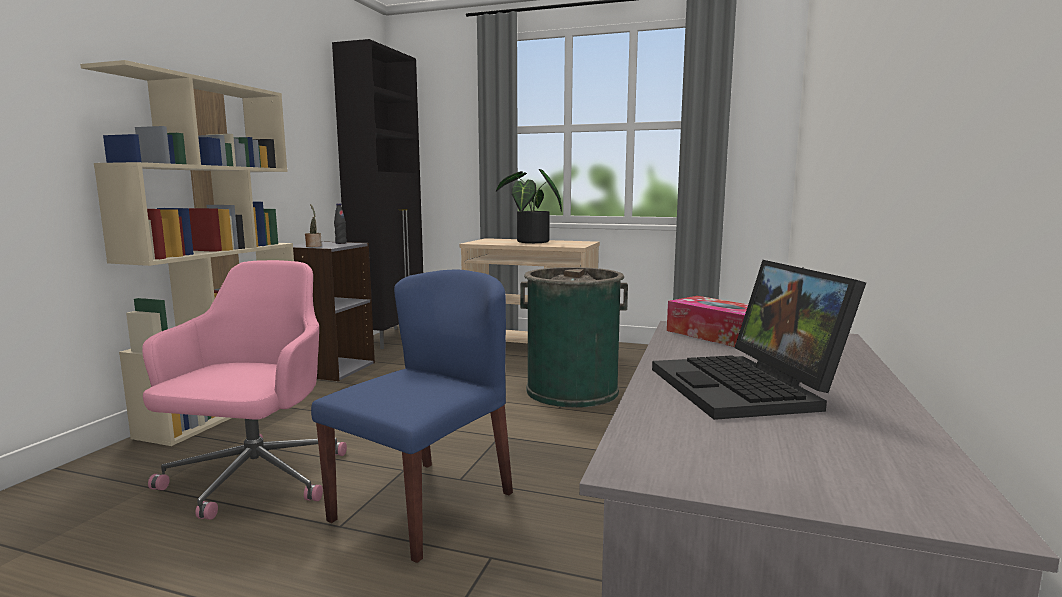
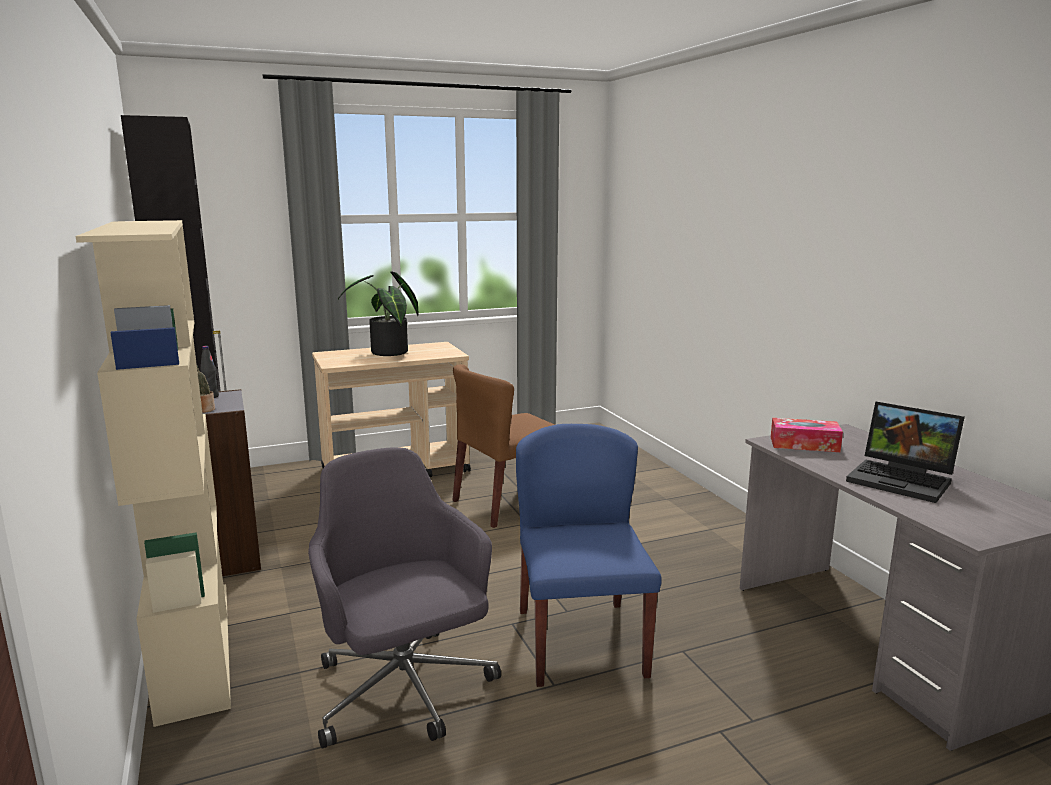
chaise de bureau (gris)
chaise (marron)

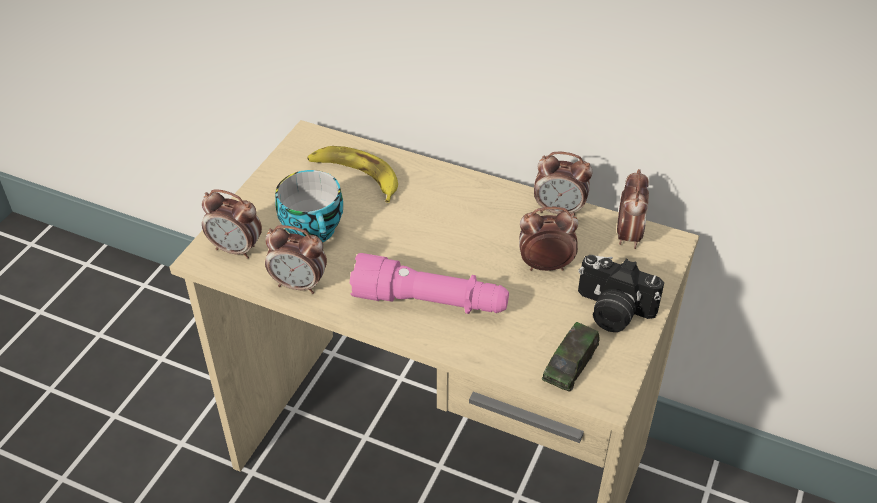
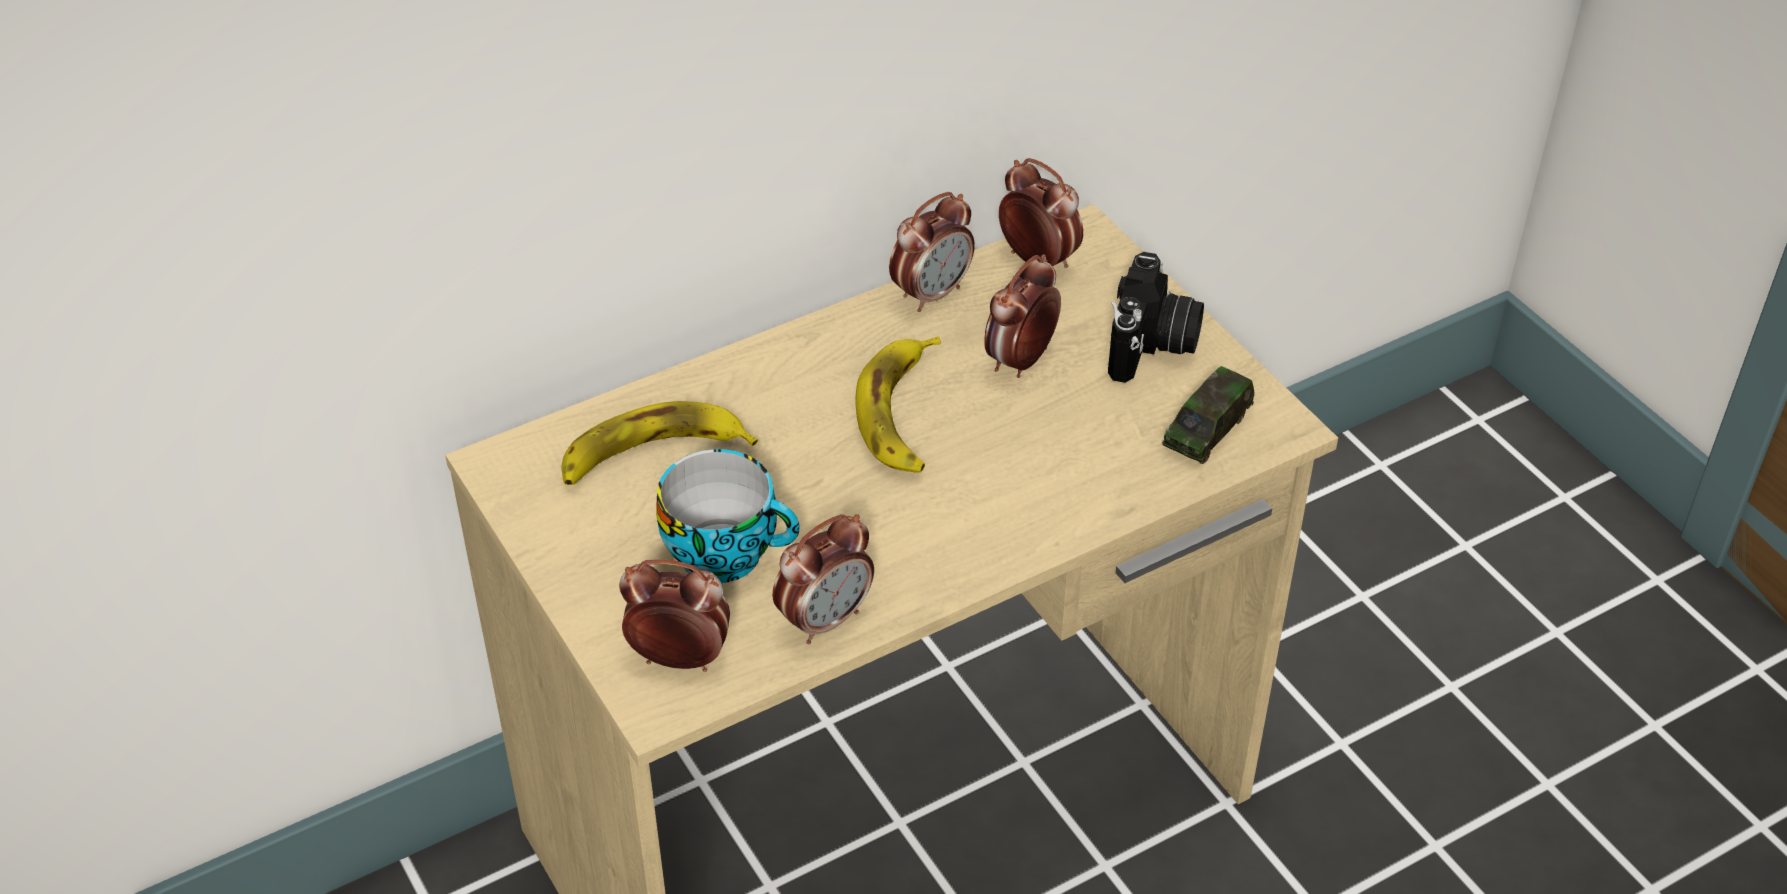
réveil (1st from left)
banane (2nd from left)
appareil photo
petite voiture
lampe de poche (rose)

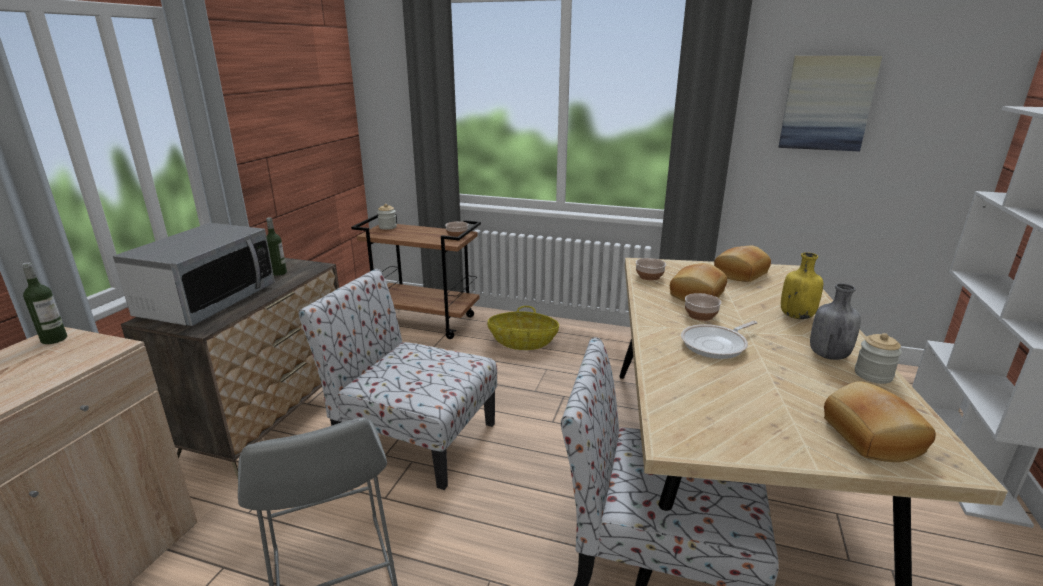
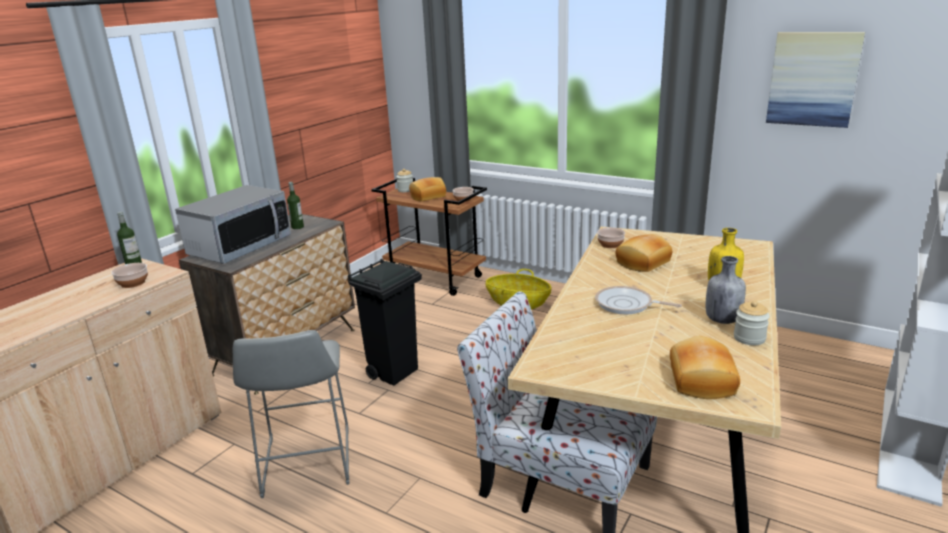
bol (1st from left)
poubelle (noir)
pain (1st from left)
poêle

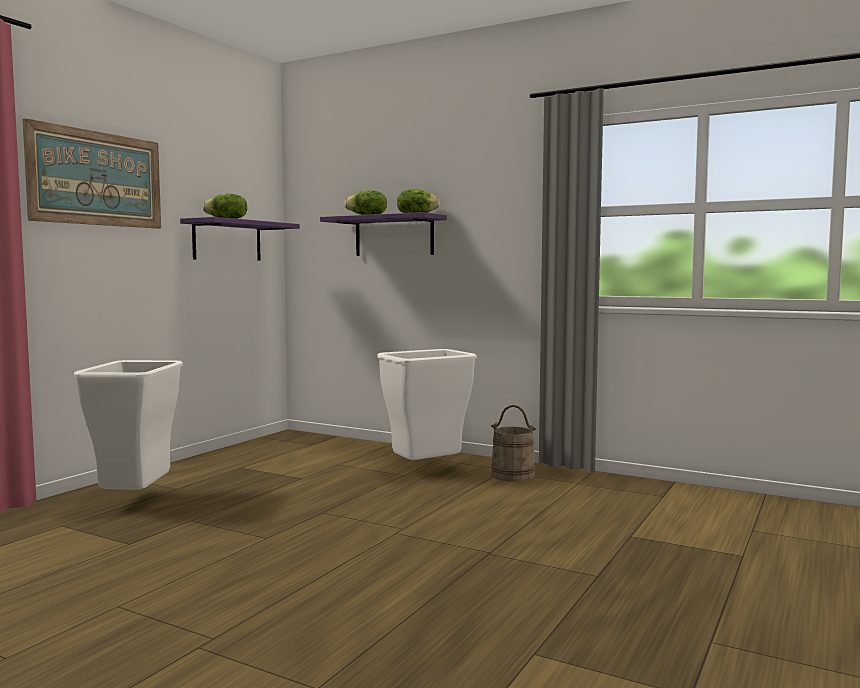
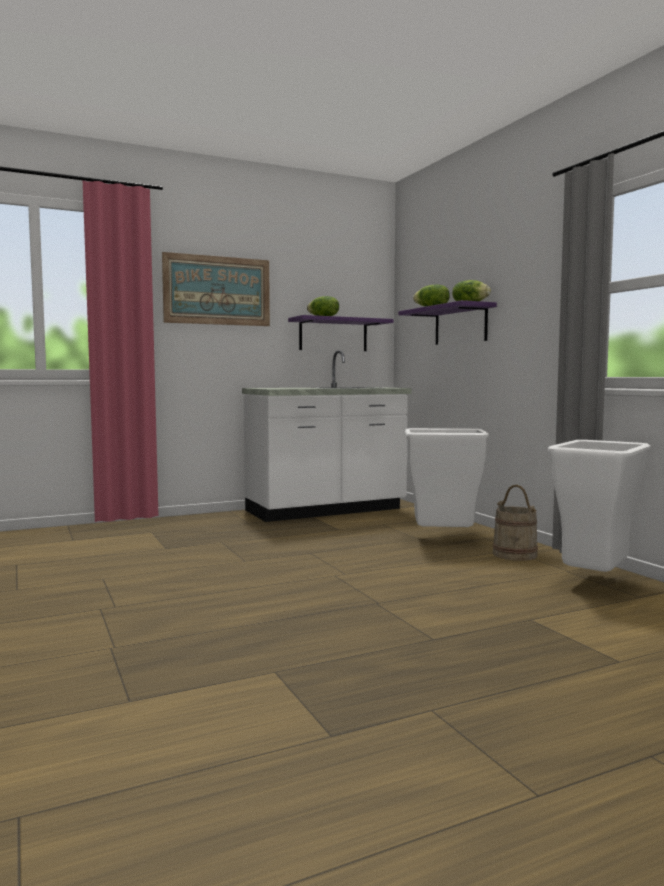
comptoir de cuisine (blanc)
poubelle (blanc) (2nd from left)

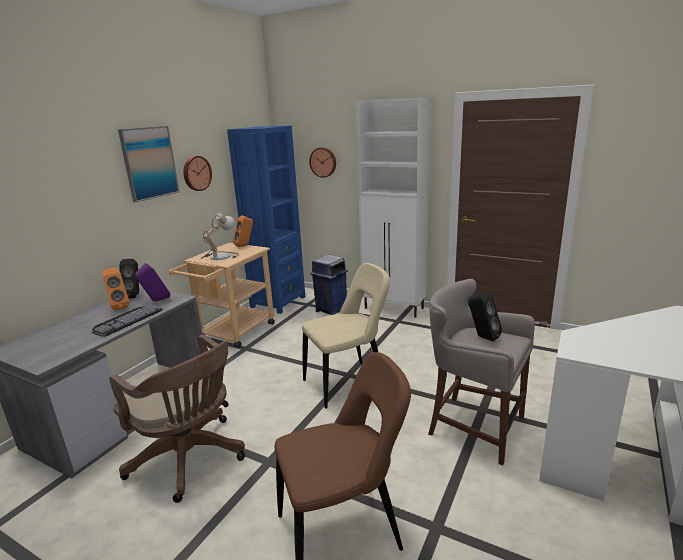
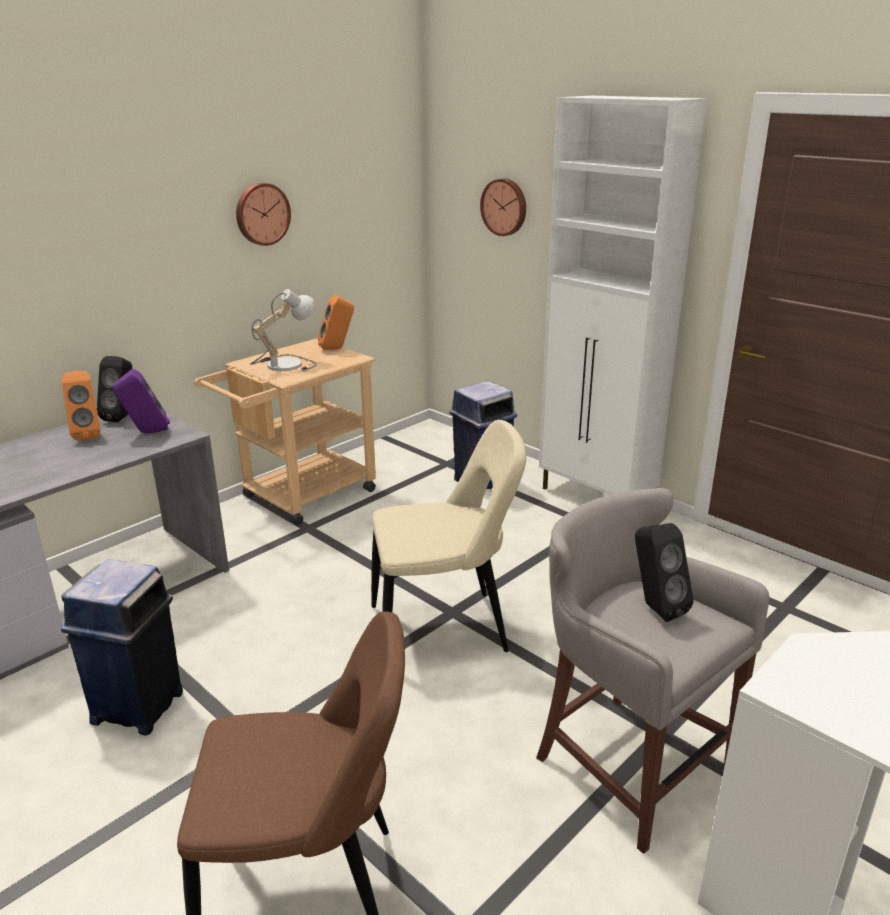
poubelle (bleu) (1st from left)
clavier
tableau
bibliothèque (bleu)

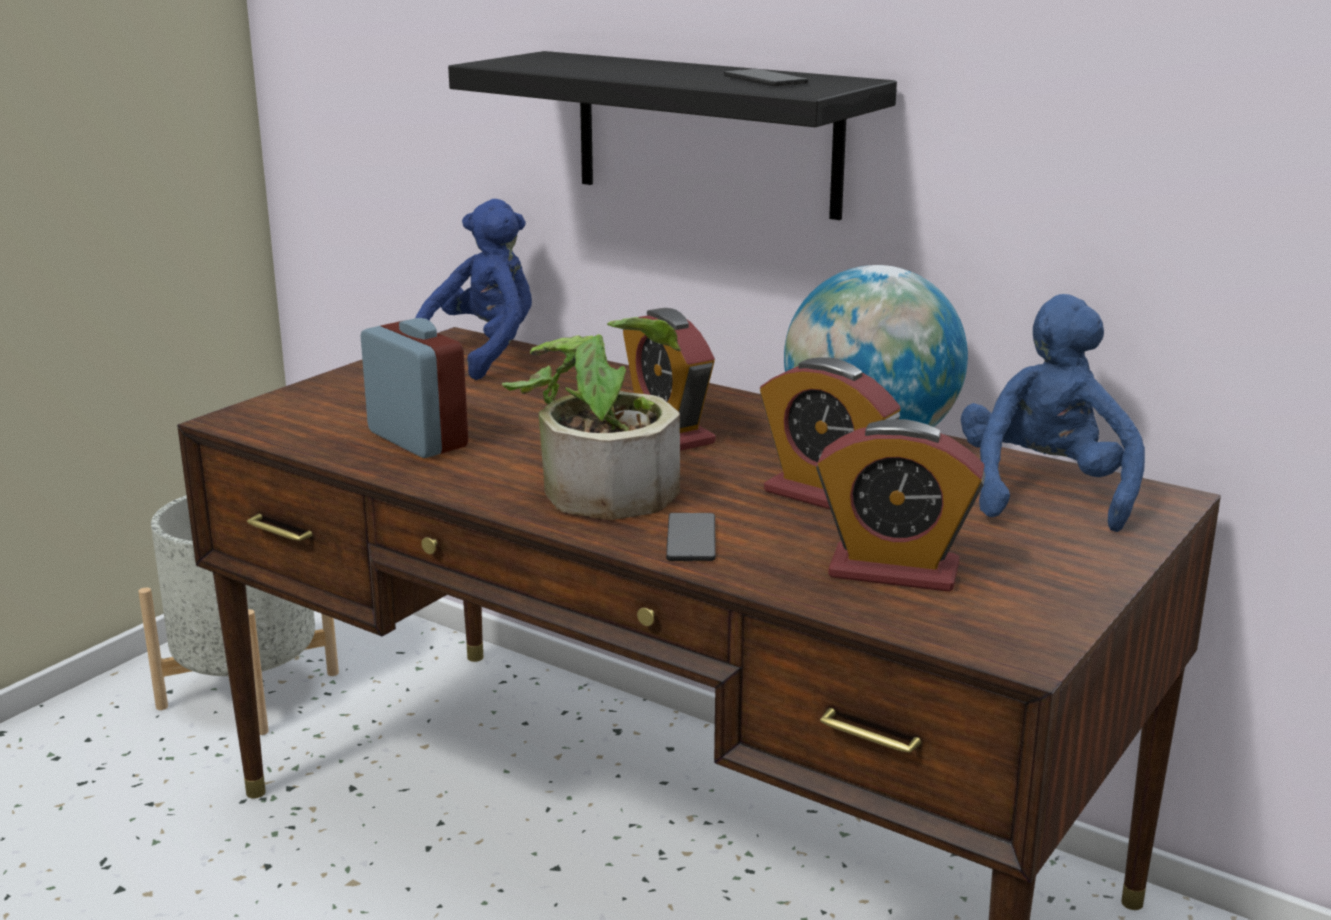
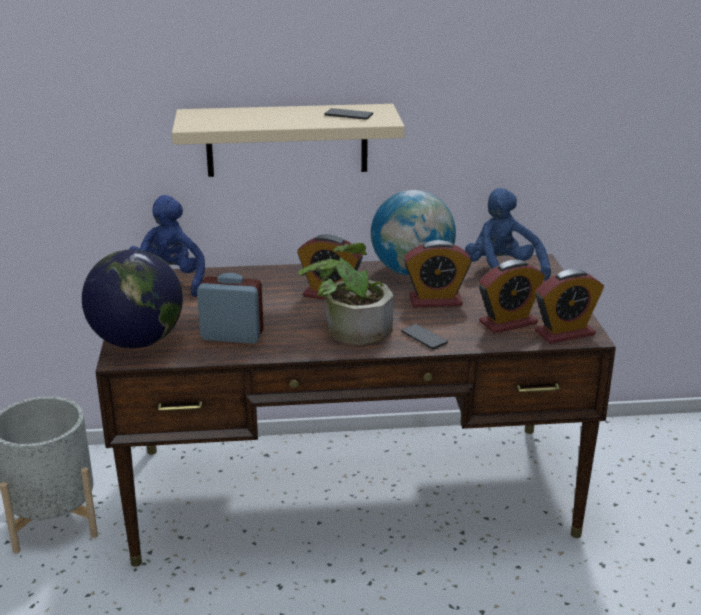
globe (1st from left)
étagère (beige)
réveil (5th from left)

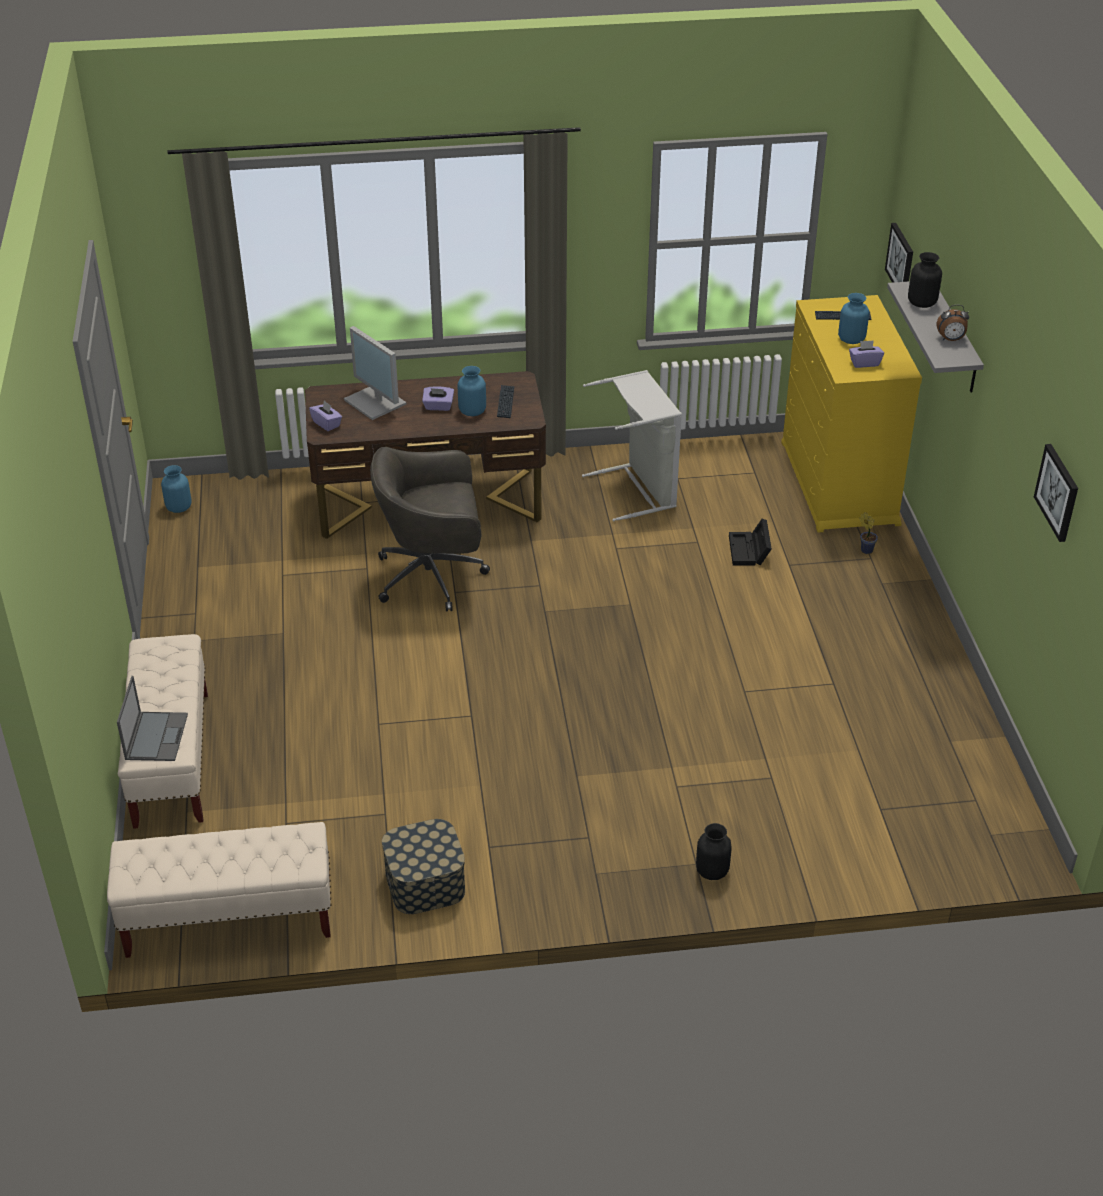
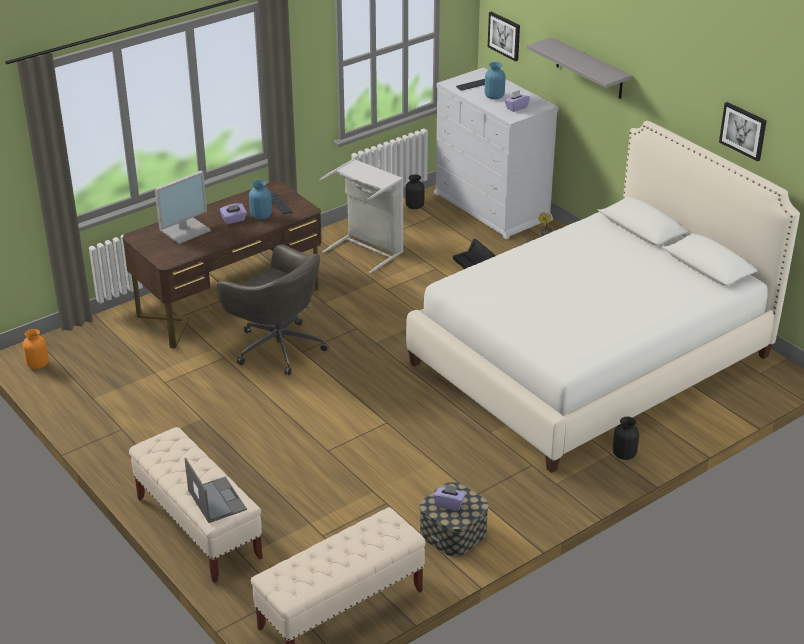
vase (orange)
écran d'ordinateur
chaise de bureau (gris)
vase (noir) (1st from left)
lit (blanc)
boîte à mouchoirs (violet) (2nd from left)
commode (blanc)
réveil

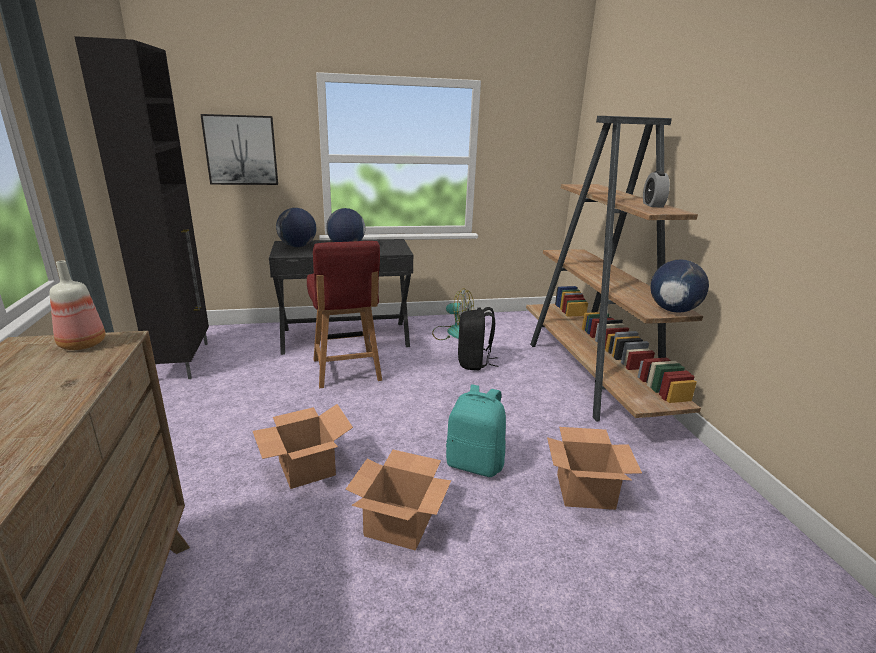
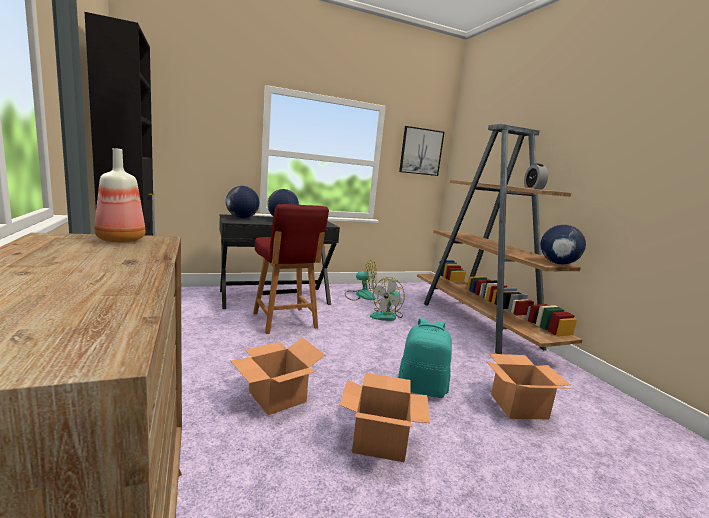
ventilateur (2nd from left)
tableau

